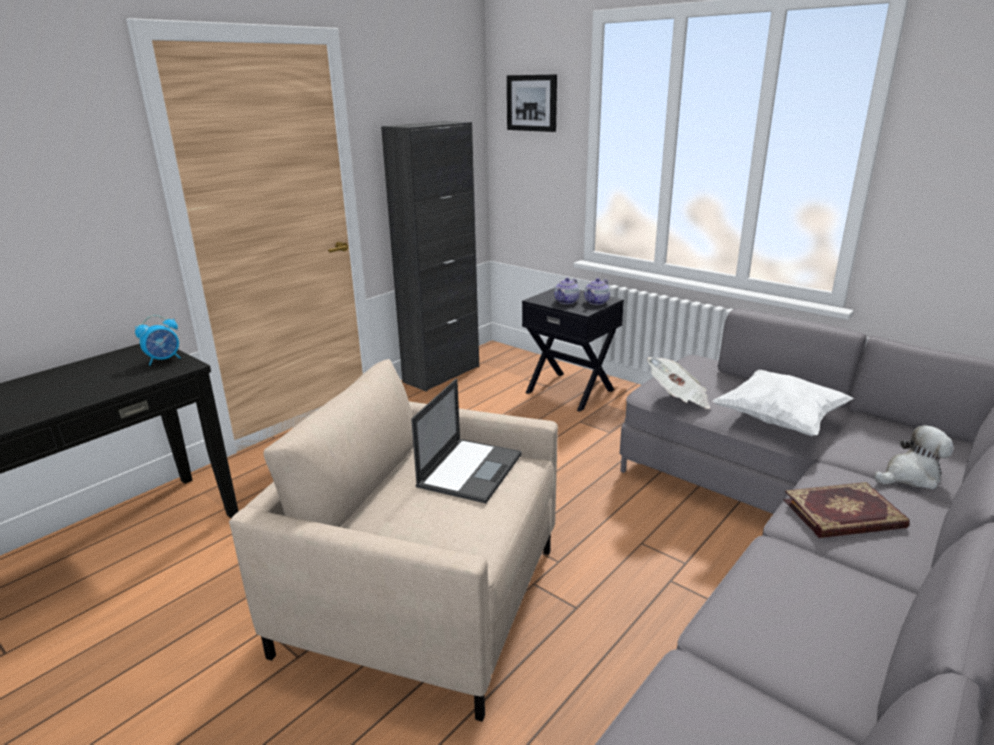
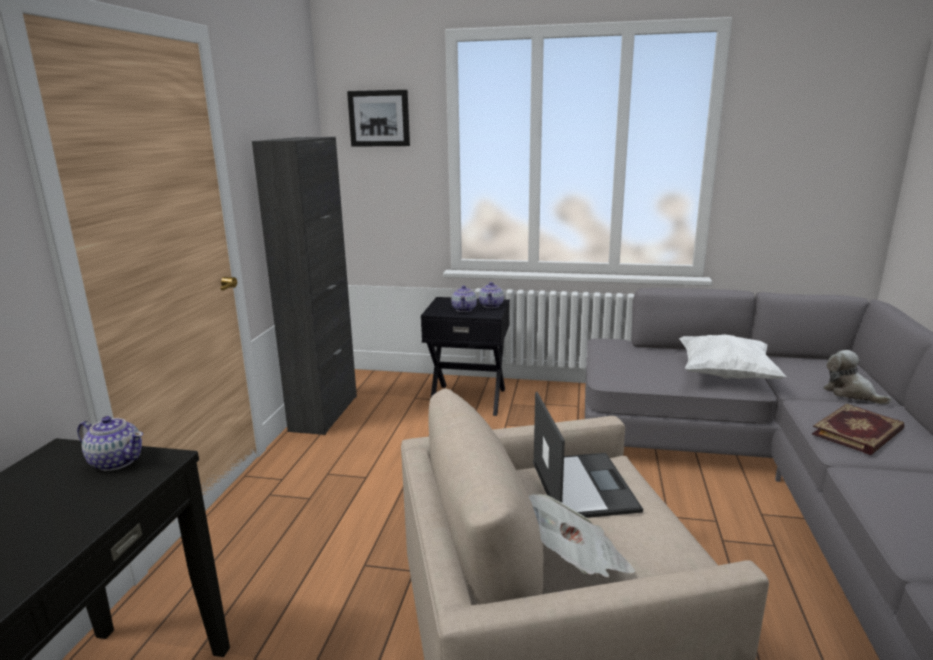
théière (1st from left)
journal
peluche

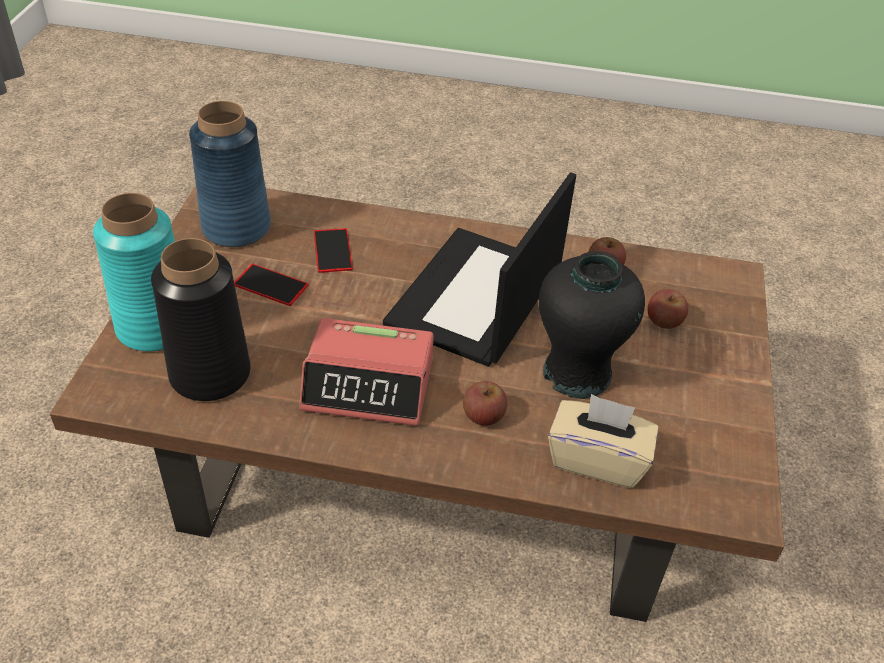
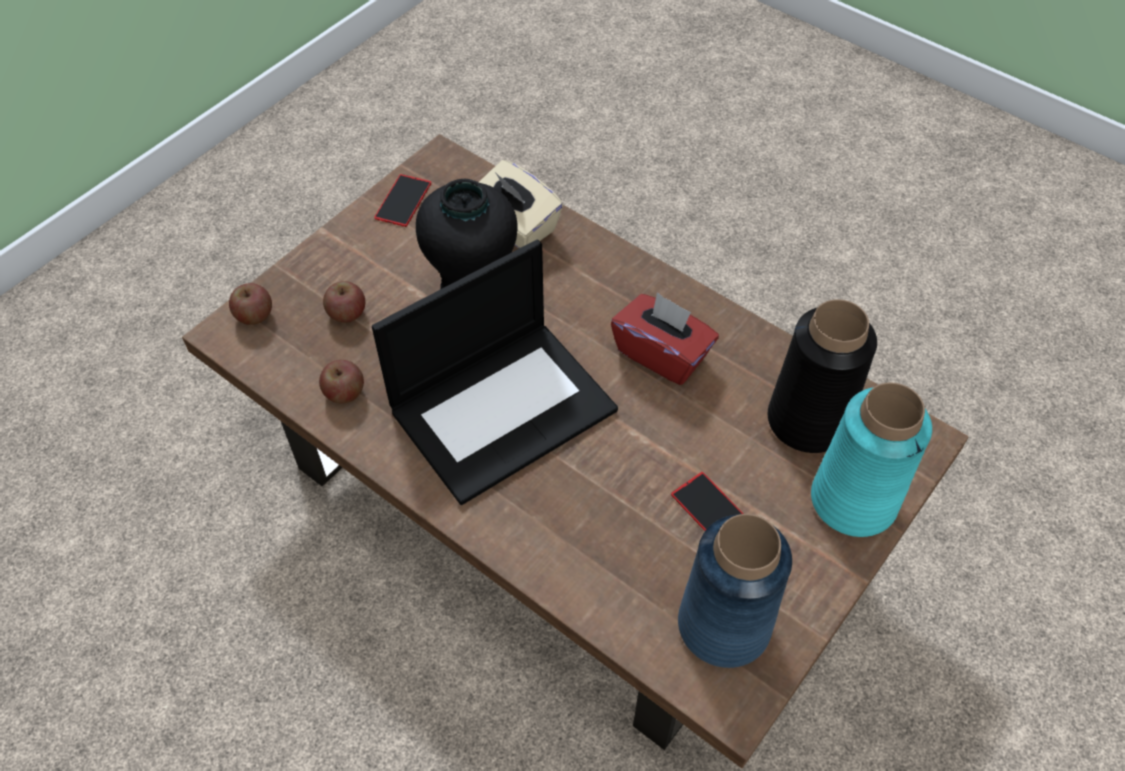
pomme (1st from left)
téléphone (1st from left)
boîte à mouchoirs (rouge)

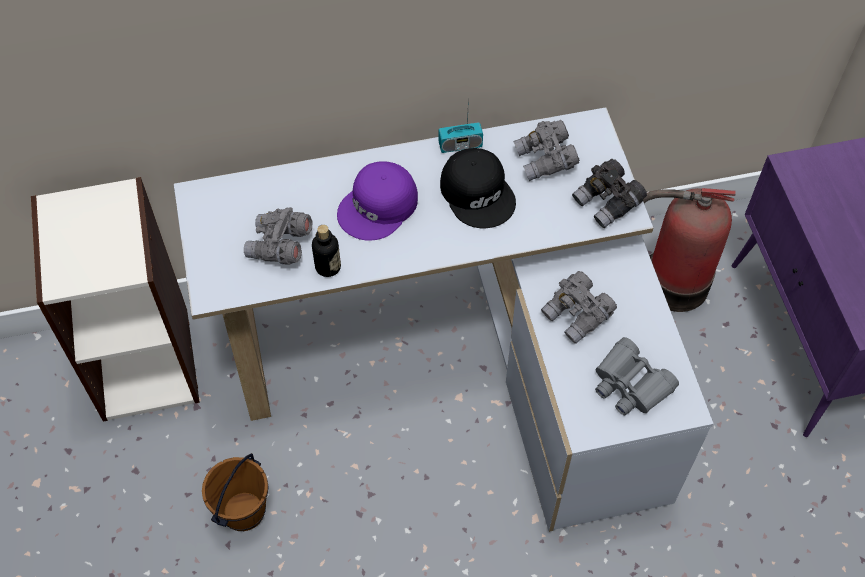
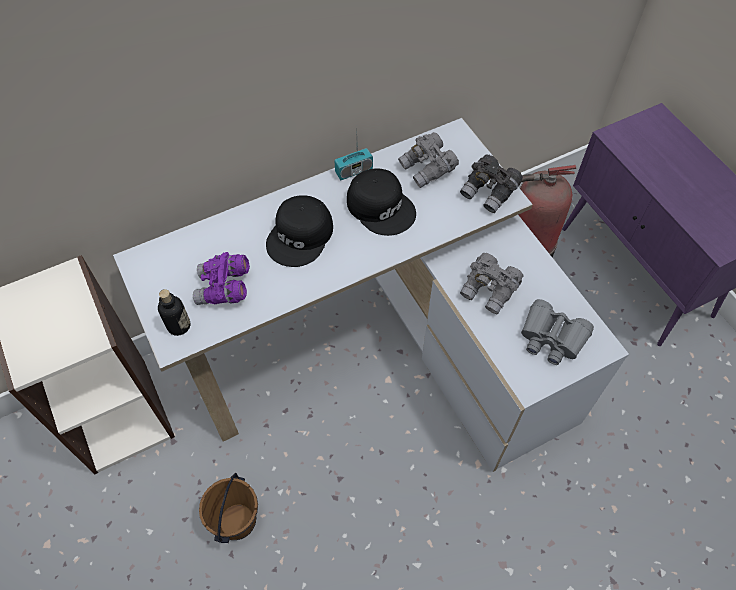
bouteille
jumelles (violet)
casquette (noir) (1st from left)

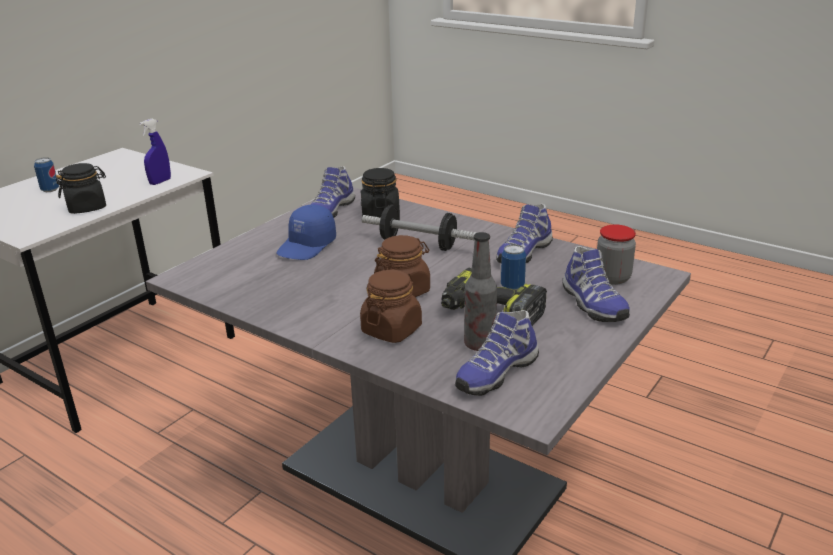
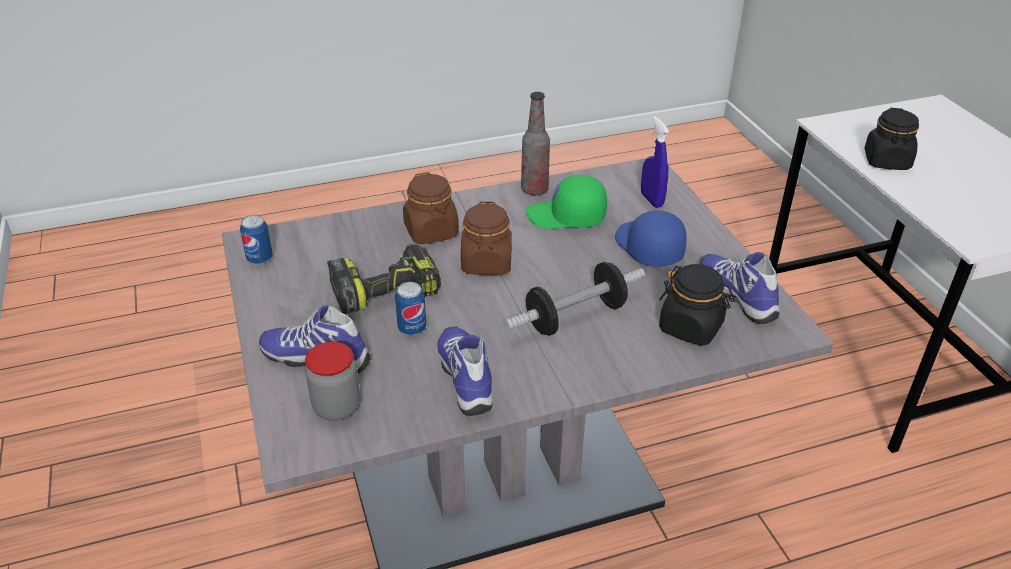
boîte métallique (1st from left)
bouteille
casquette (vert)
vaporisateur (bleu)
chaussure (2nd from left in the first image)

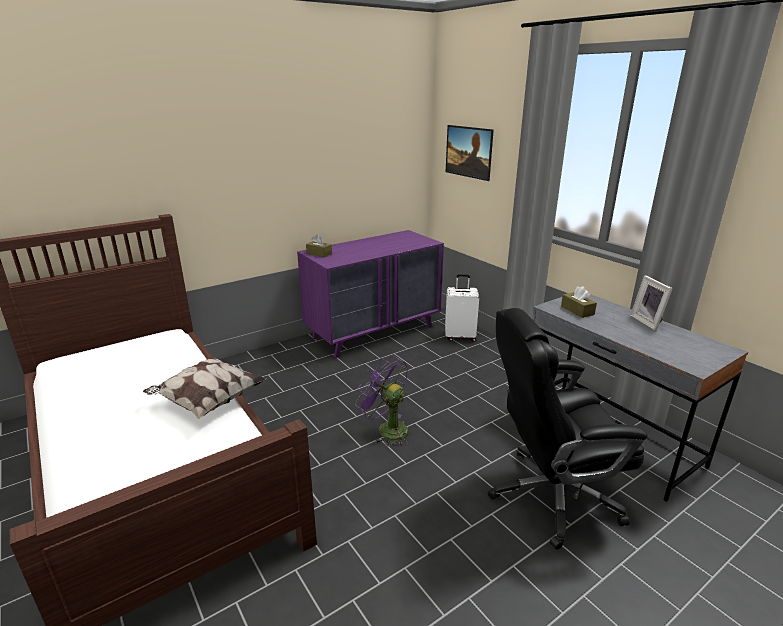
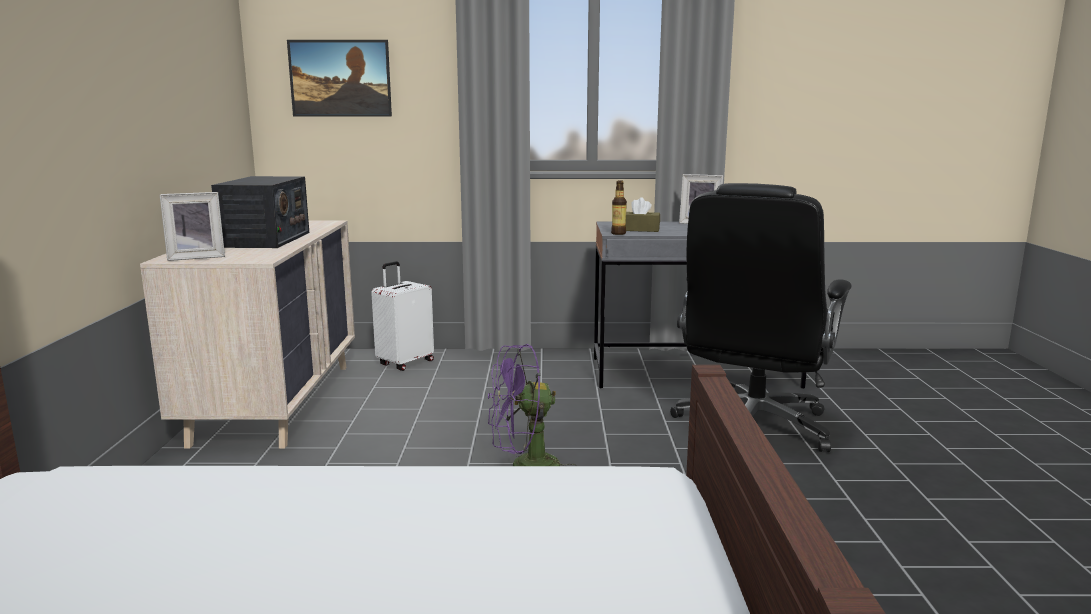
commode (beige)
cadre photo (1st from left)
radio
bouteille
coussin

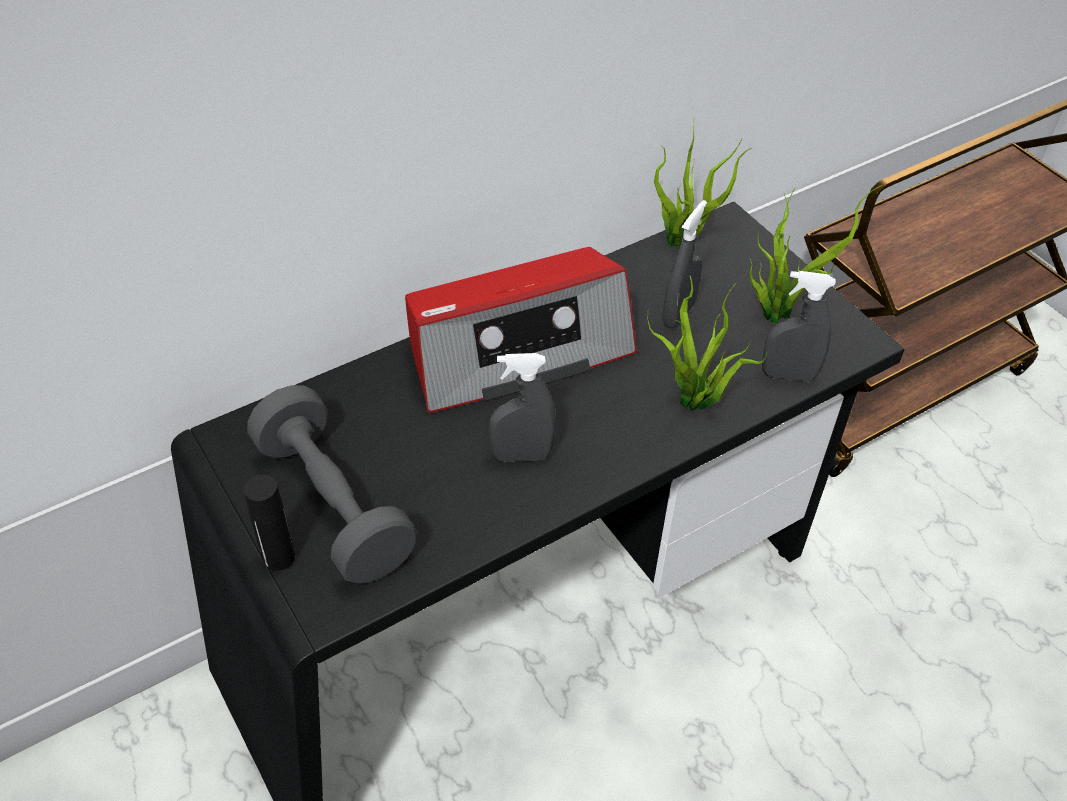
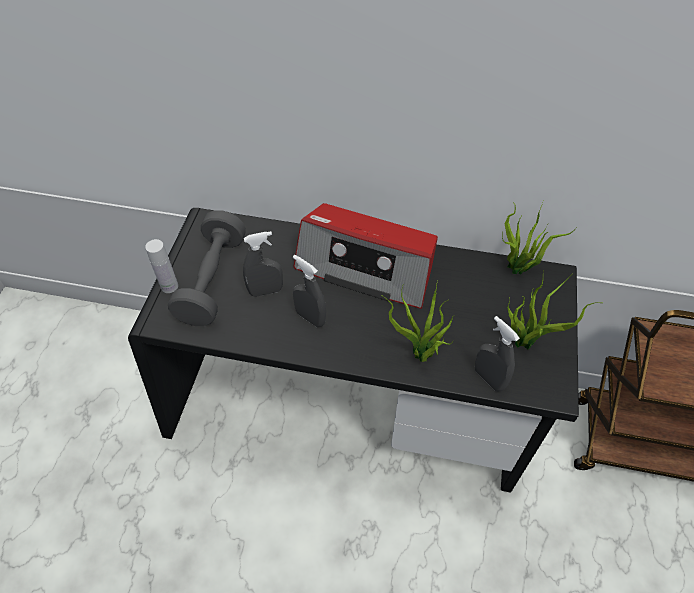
bouteille (blanc)
vaporisateur (gris) (1st from left)

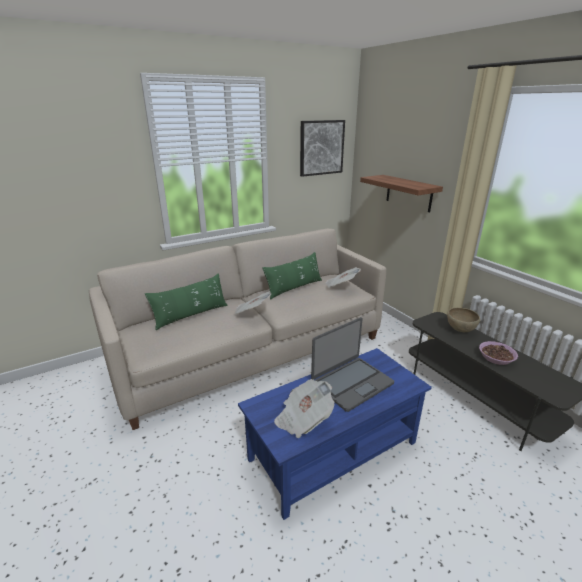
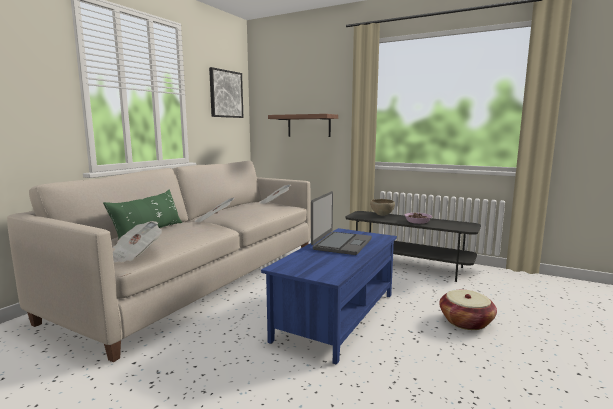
journal (1st from left)
panier
coussin (vert) (2nd from left in the first image)

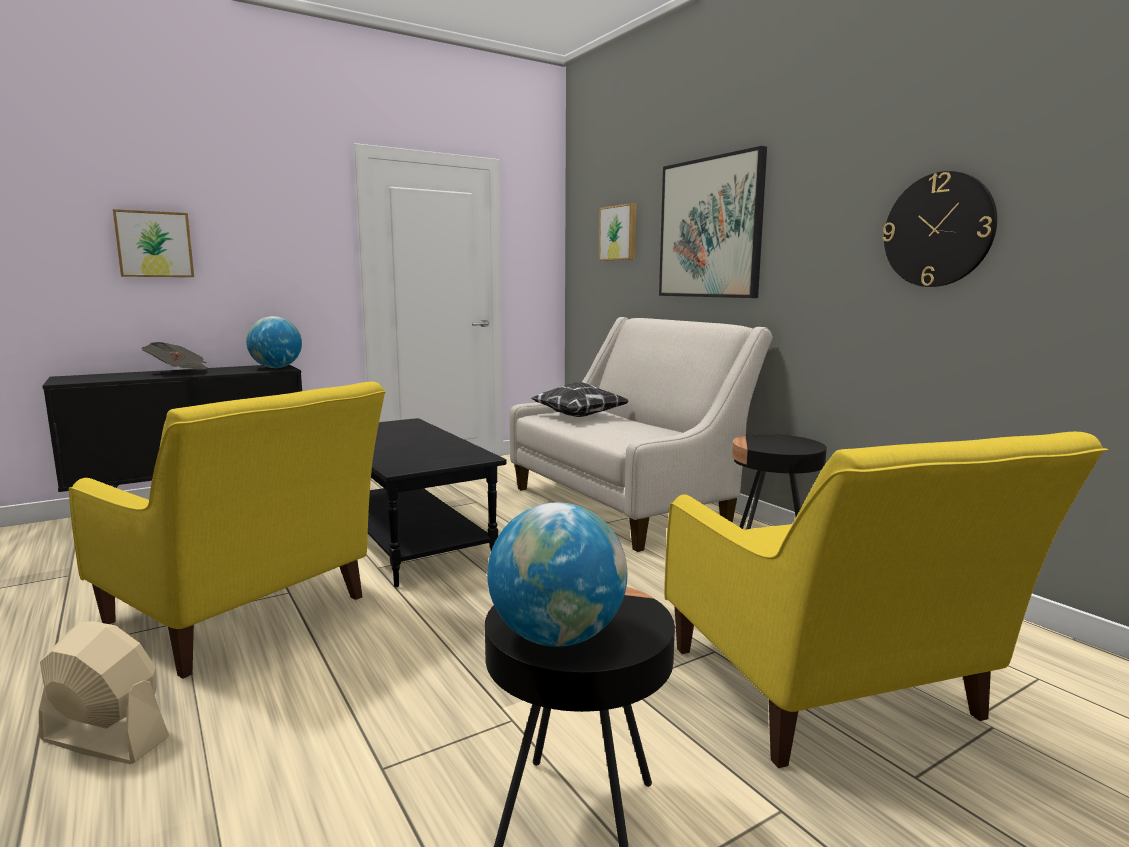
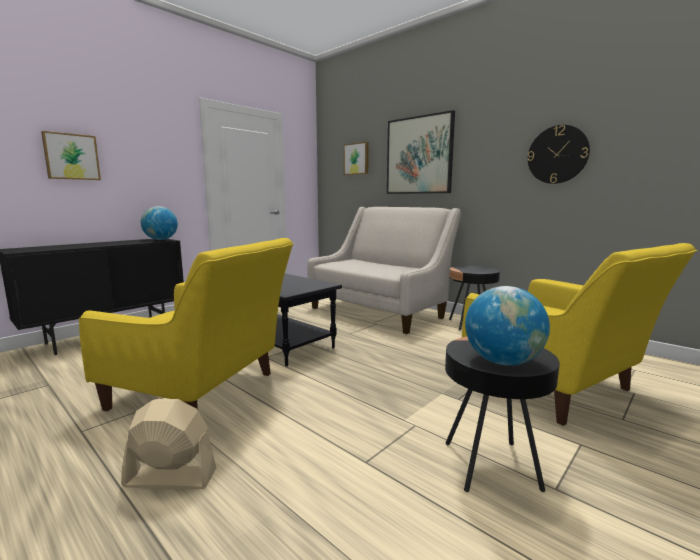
journal
coussin

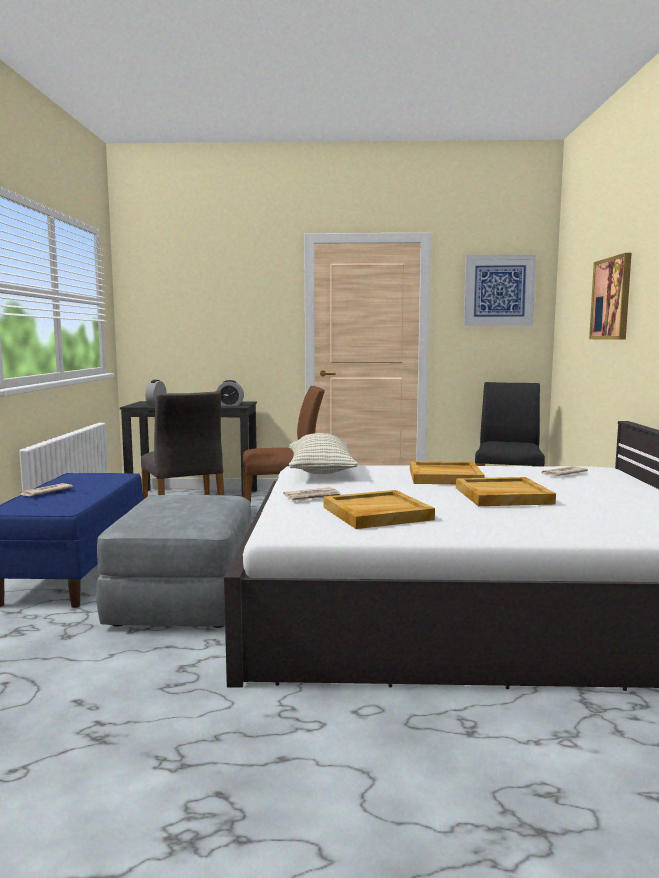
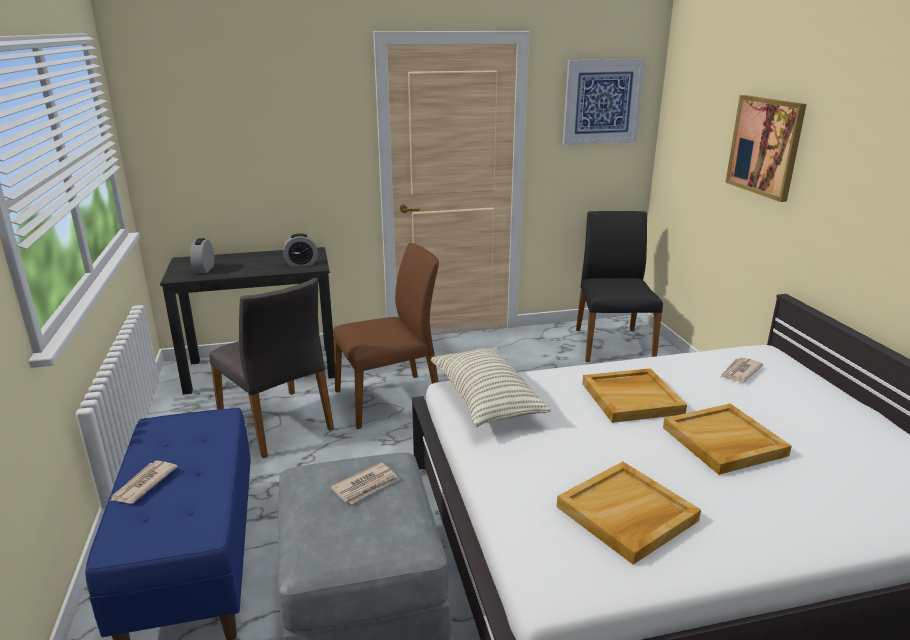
journal (2nd from left)

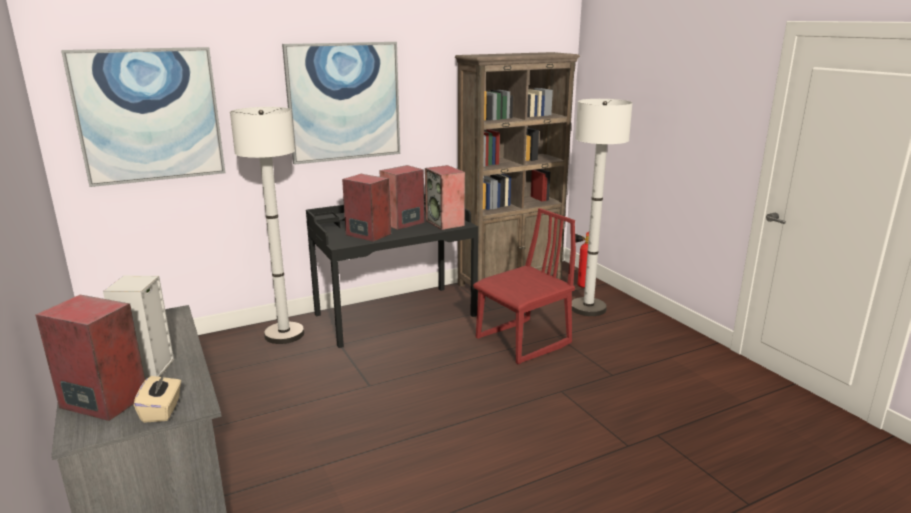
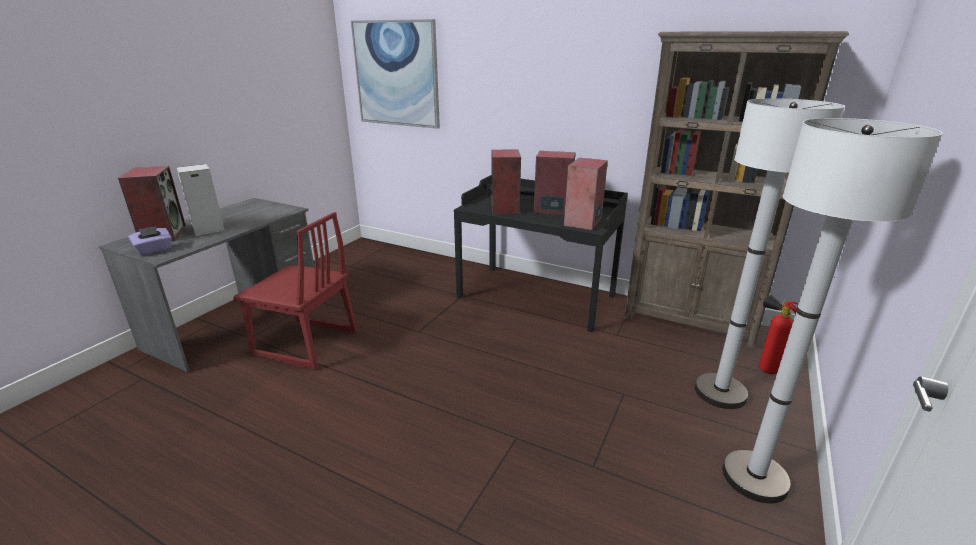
boîte à mouchoirs (violet)
chaise (rouge)
lampadaire (blanc) (2nd from left)
tableau (2nd from left in the first image)

